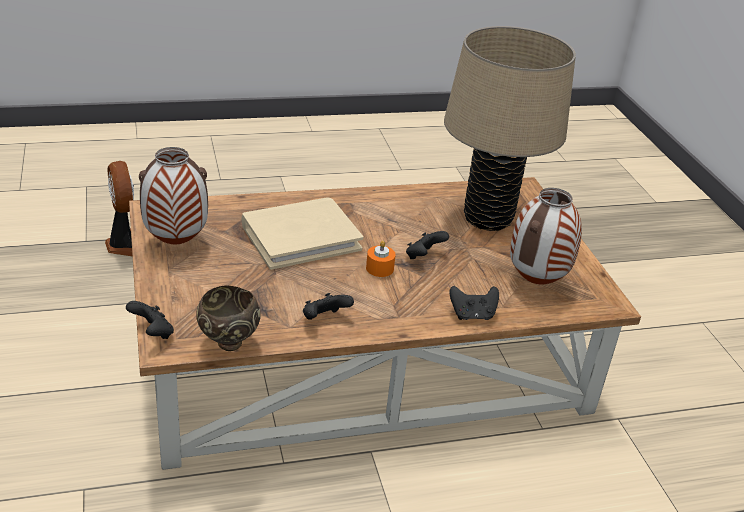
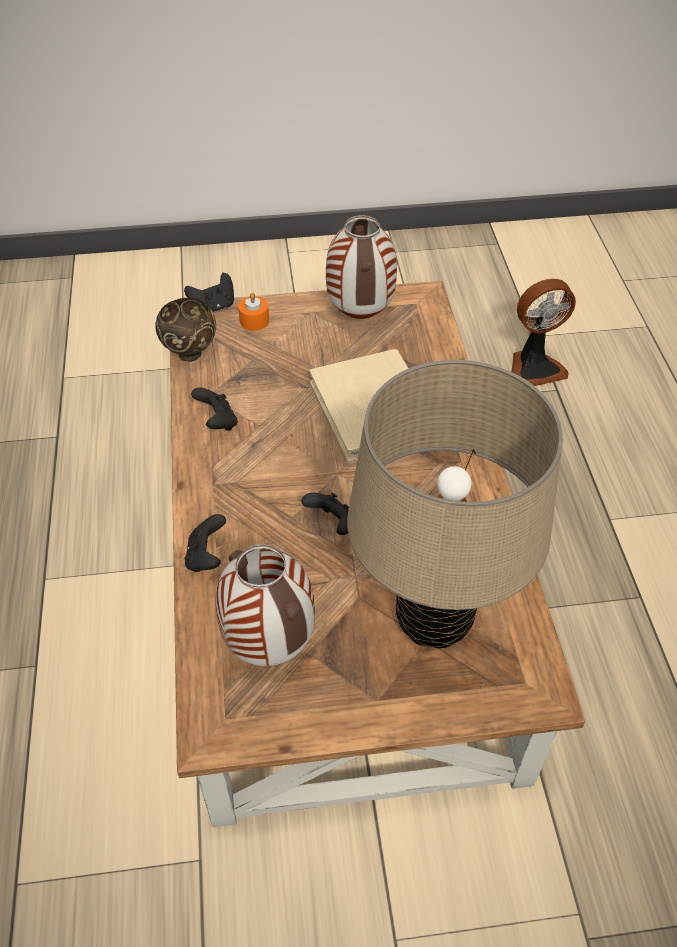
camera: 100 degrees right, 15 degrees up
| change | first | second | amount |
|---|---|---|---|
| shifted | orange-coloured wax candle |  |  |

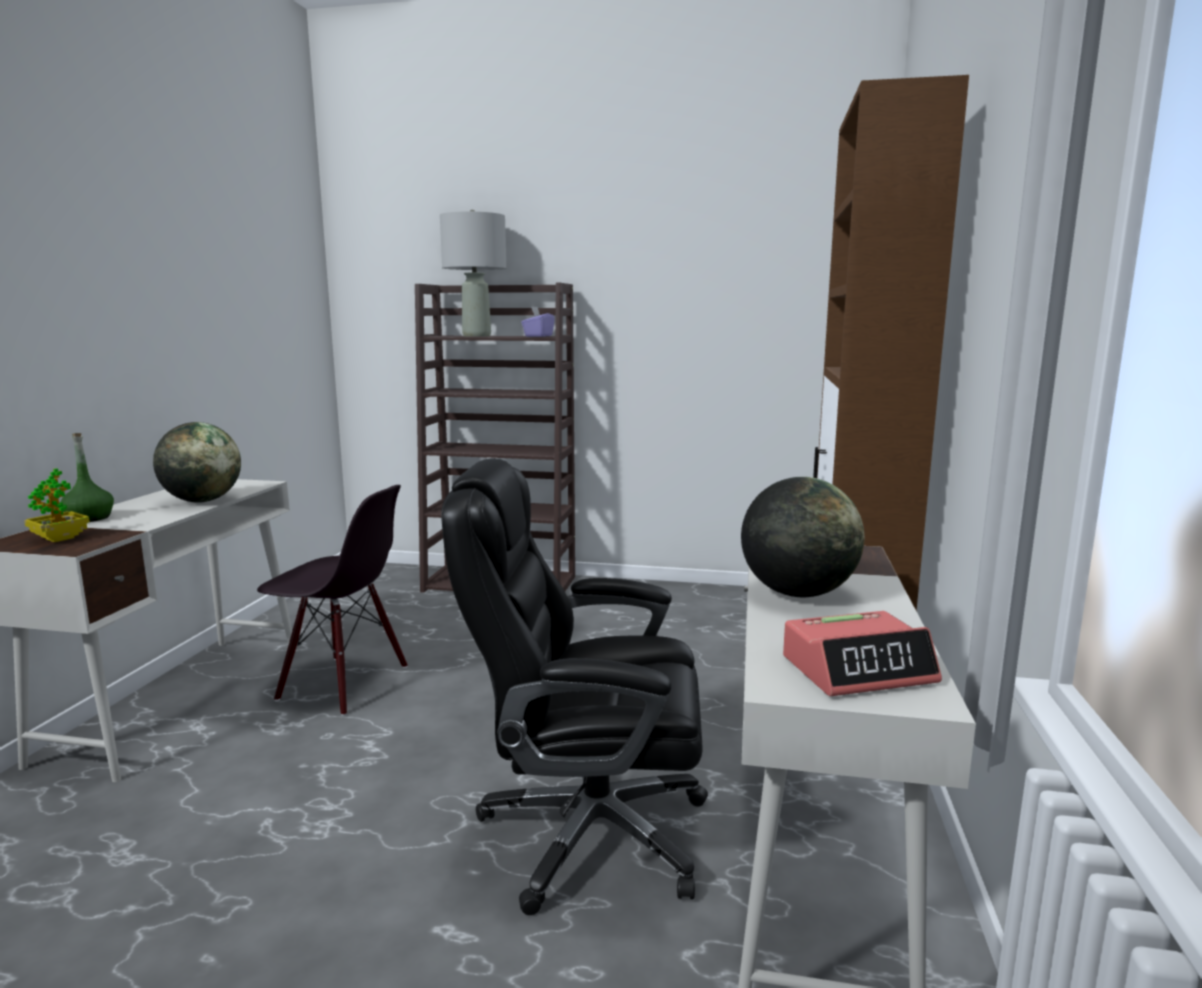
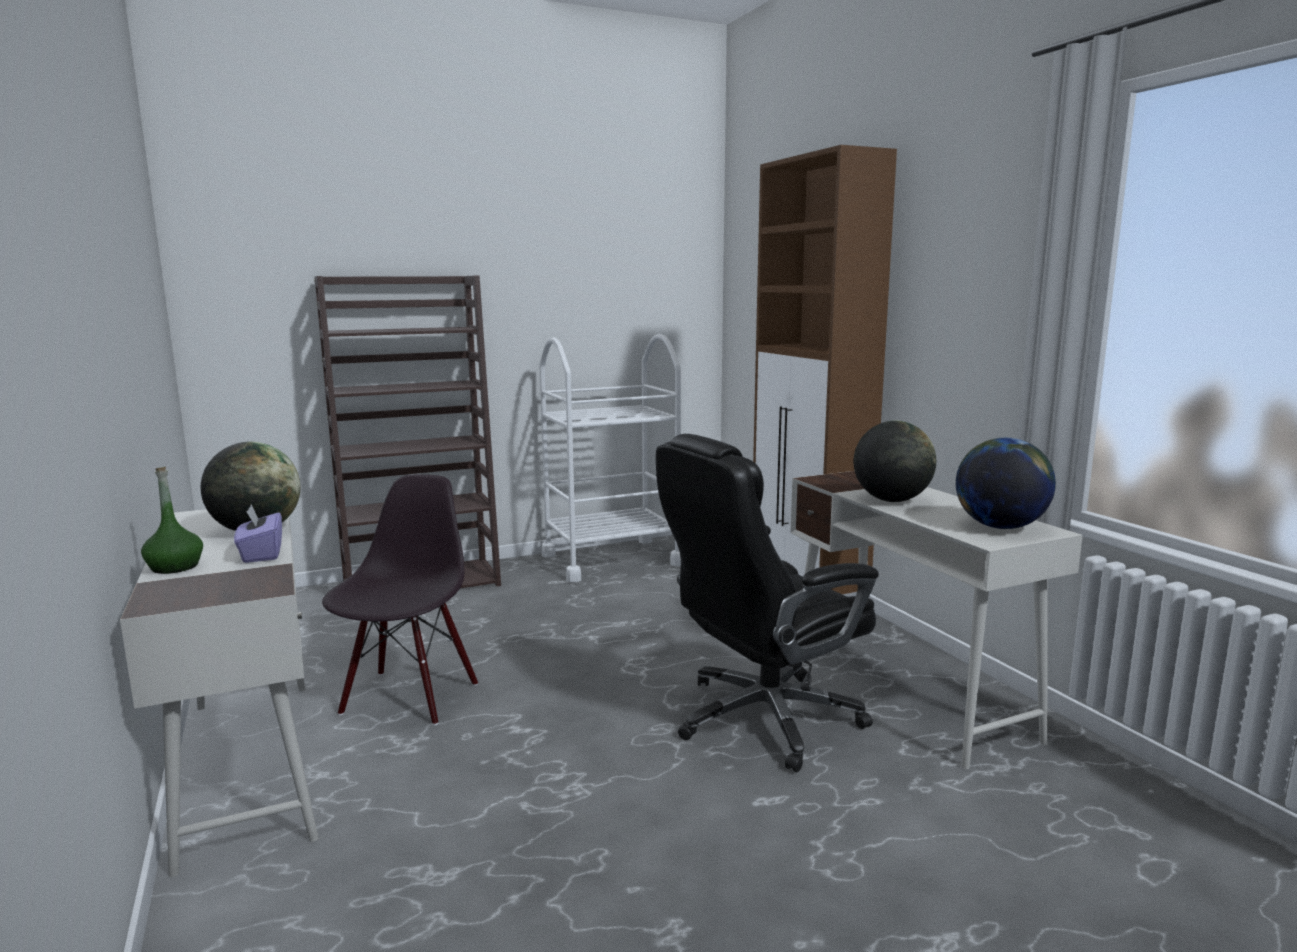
camera: 35 degrees left, 0 degrees up
| change | first | second | amount |
|---|---|---|---|
| gone | gray lamp for a table |  |  |
| shifted | purplish tissue box |  |  |
| gone | potted plant |  |  |
| rotated | black chair |  | 60 degrees counterclockwise |
| swapped | table clock | globe (no. 3 from left) |  |
| new |  | white trolley |  |

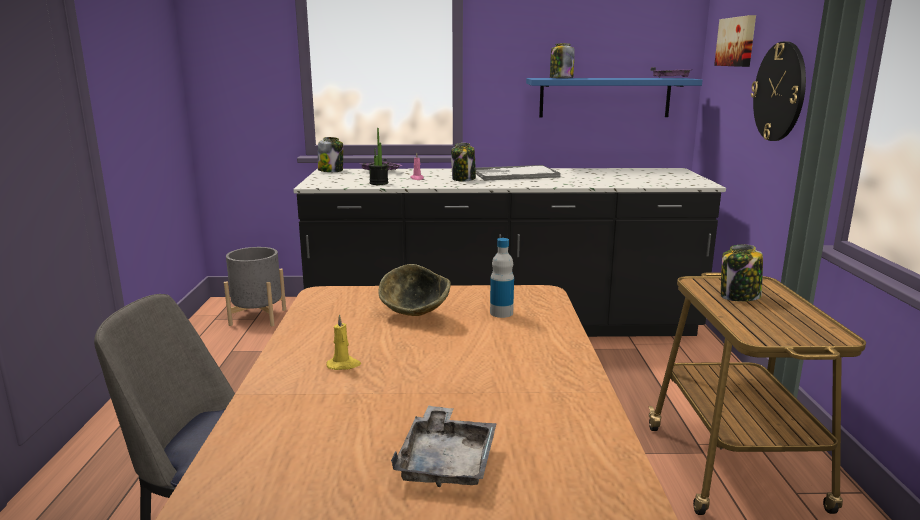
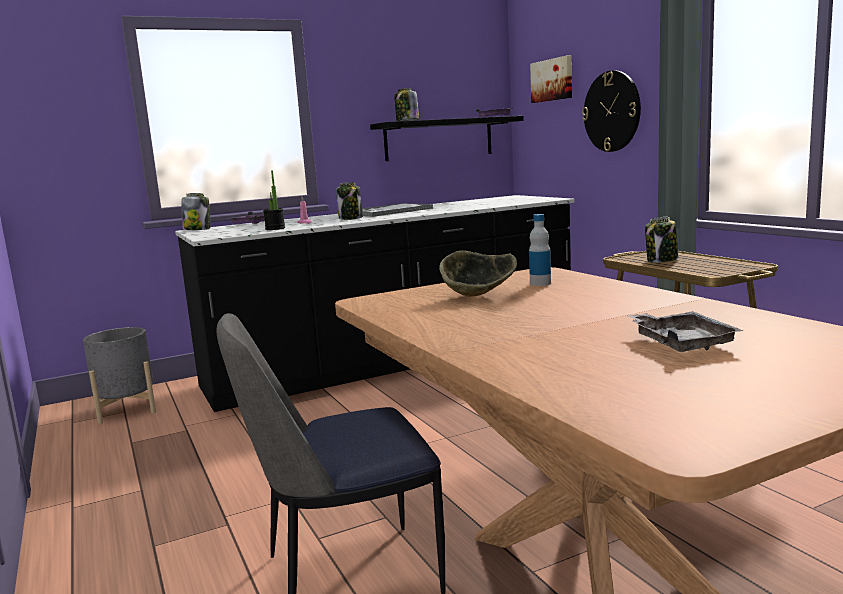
camera: 25 degrees left, 5 degrees down
| change | first | second | amount |
|---|---|---|---|
| repainted | bluish shelf | black shelf |  |
| gone | yellow-coloured wax candle |  |  |

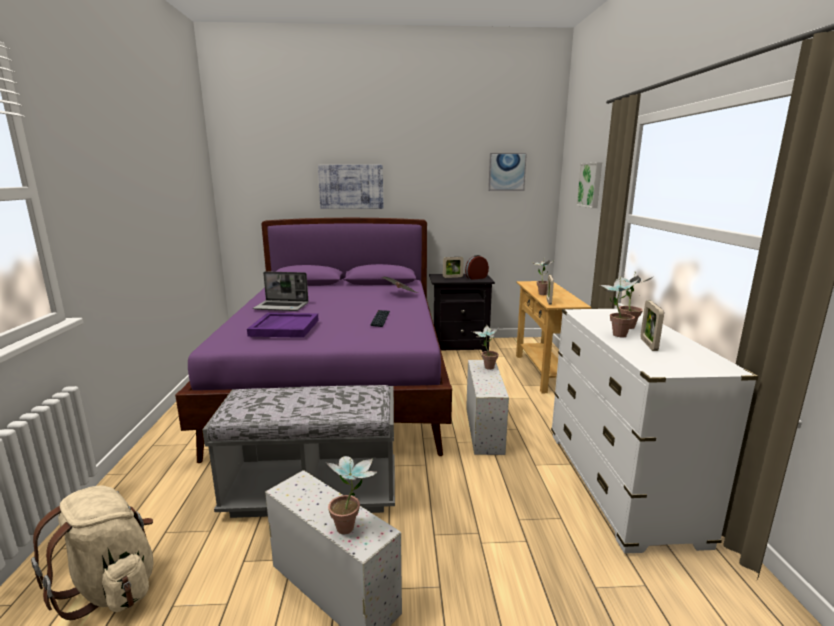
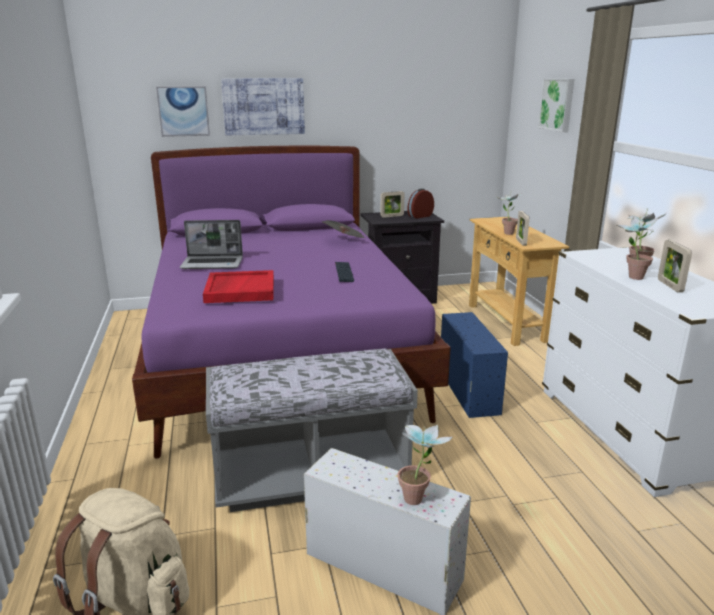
camera: 10 degrees left, 5 degrees up
| change | first | second | amount |
|---|---|---|---|
| shifted | wall picture (no. 2 from left in the first image) | wall picture (no. 1 from left) |  |
| repainted | purplish carrying tray | reddish carrying tray |  |
| gone | potted plant (no. 2 from left) |  |  |
| repainted | white storage box (no. 2 from left) | bluish storage box |  |

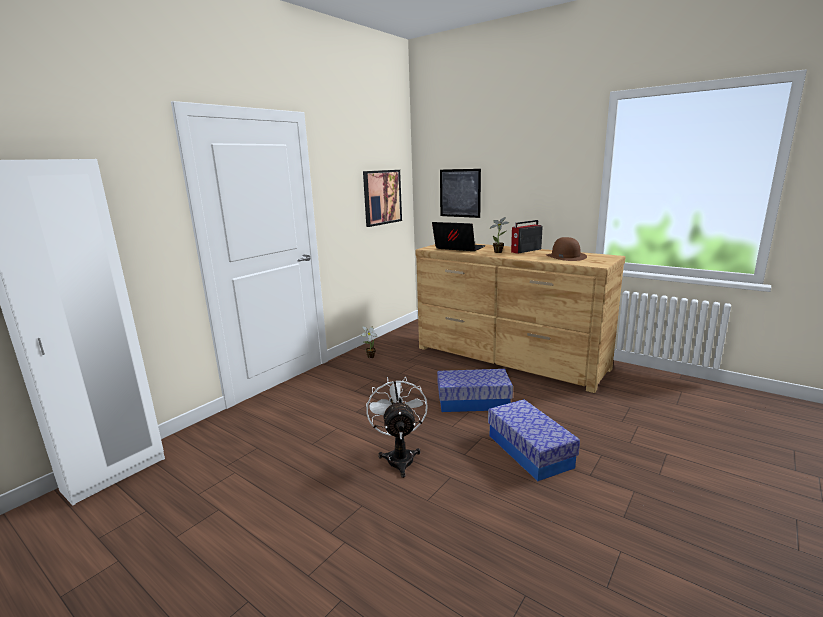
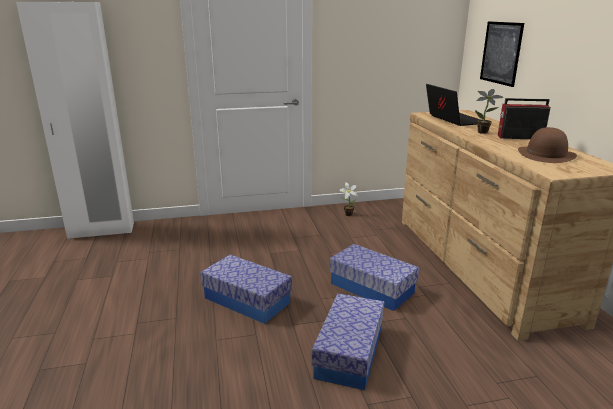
camera: 40 degrees right, 5 degrees up
| change | first | second | amount |
|---|---|---|---|
| gone | wall picture (no. 1 from left) |  |  |
| swapped | white electric fan | storage box (no. 1 from left) |  |

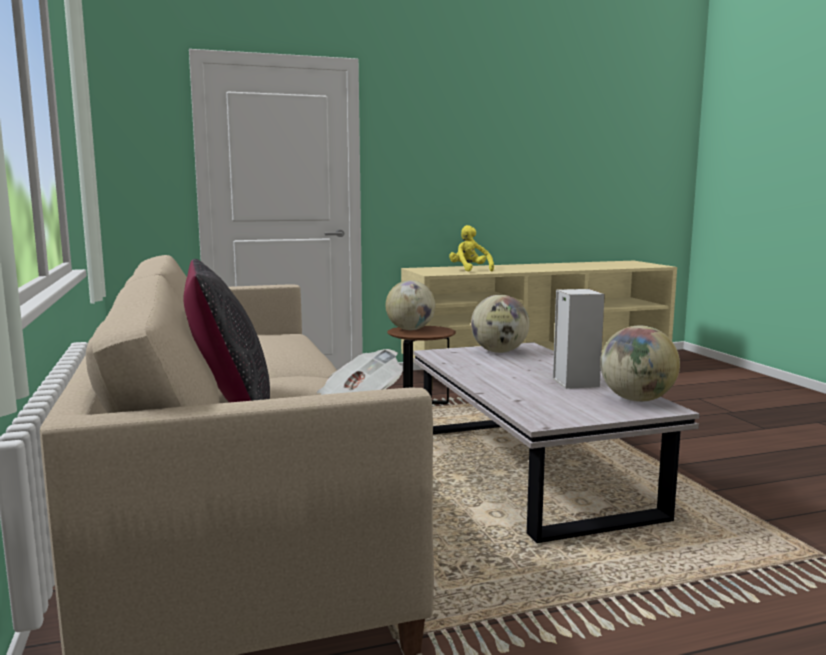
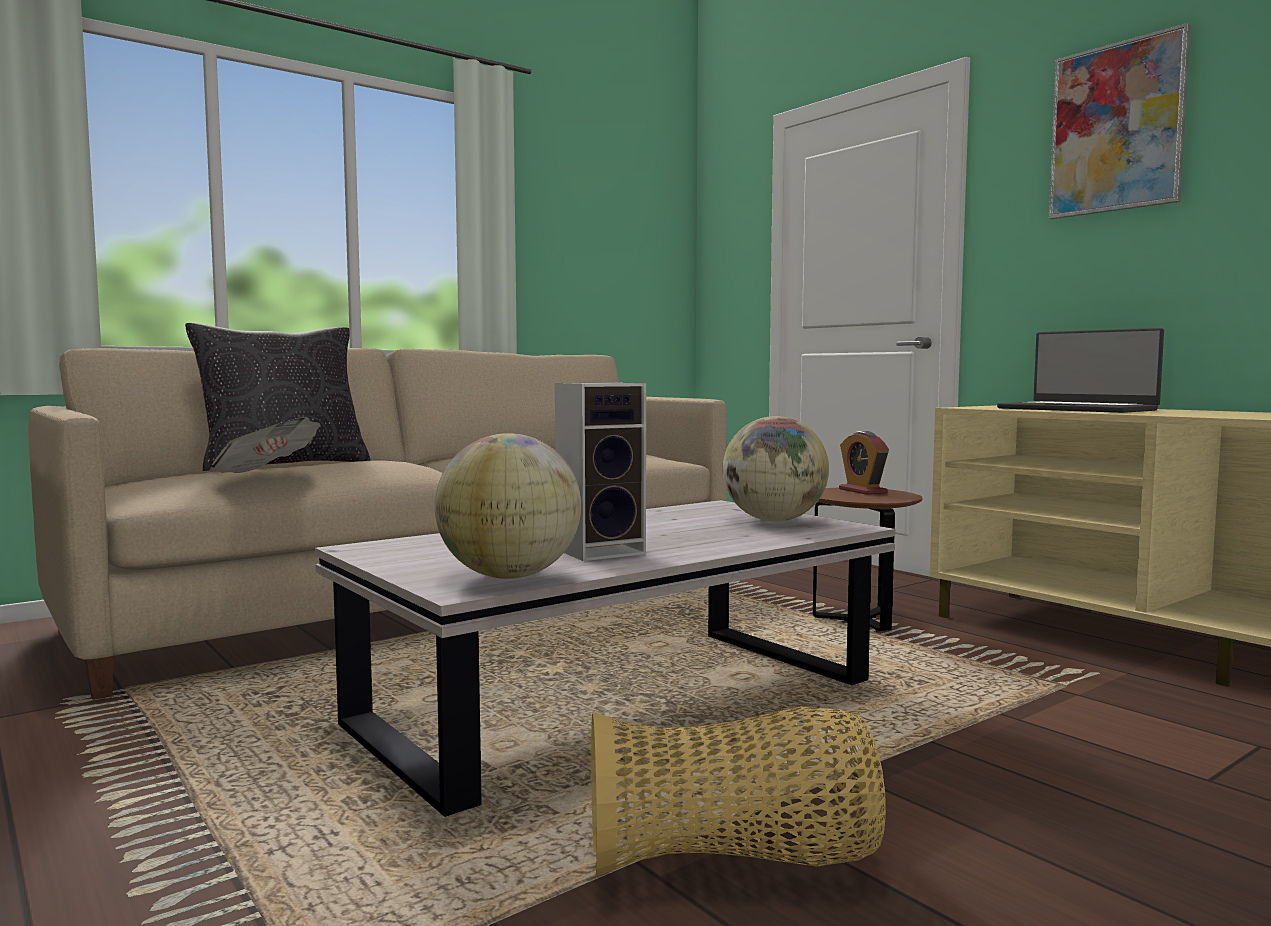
camera: 70 degrees right, 5 degrees down
| change | first | second | amount |
|---|---|---|---|
| swapped | yellow-coloured soft toy | laptop |  |
| swapped | globe (no. 1 from left) | table clock |  |
| new |  | wall picture |  |
| new |  | basket |  |

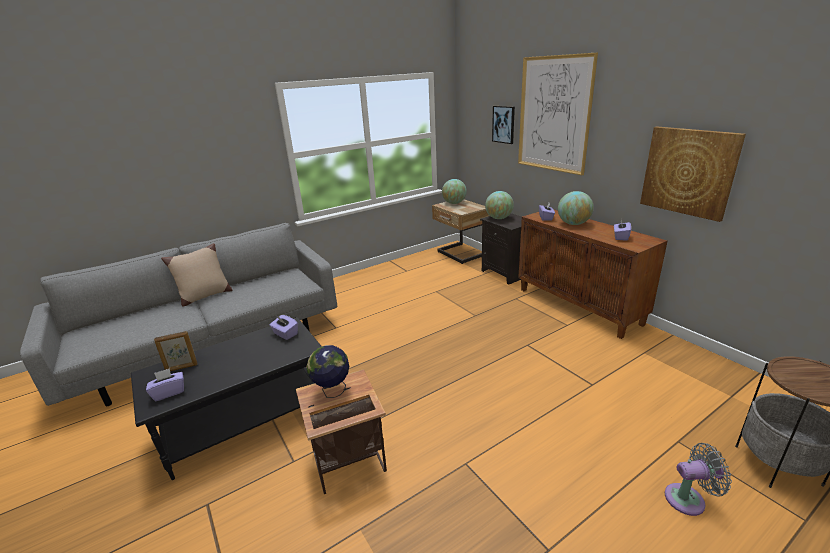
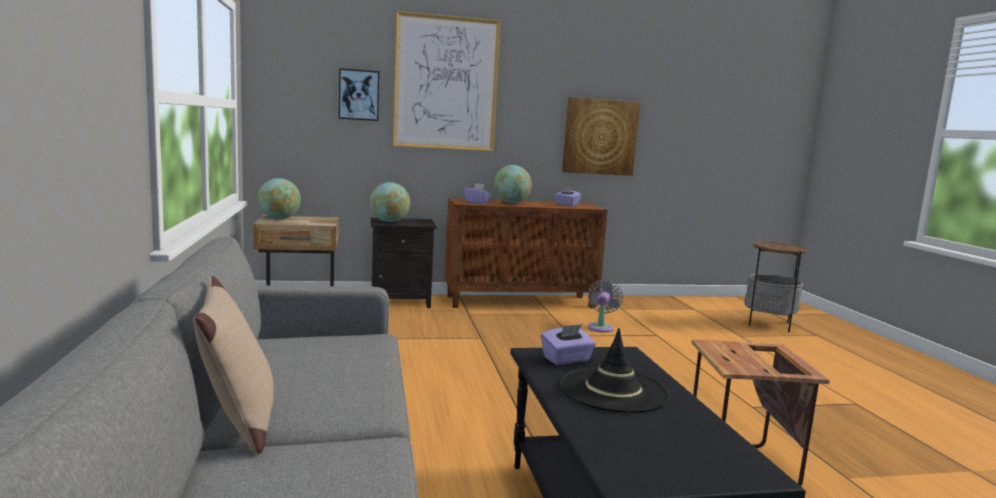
camera: 70 degrees left, 15 degrees down
| change | first | second | amount |
|---|---|---|---|
| gone | picture frame |  |  |
| gone | globe (no. 1 from left) |  |  |
| gone | purplish tissue box (no. 1 from left) |  |  |
| shifted | gray electric fan |  |  |
| new |  | black hat |  |

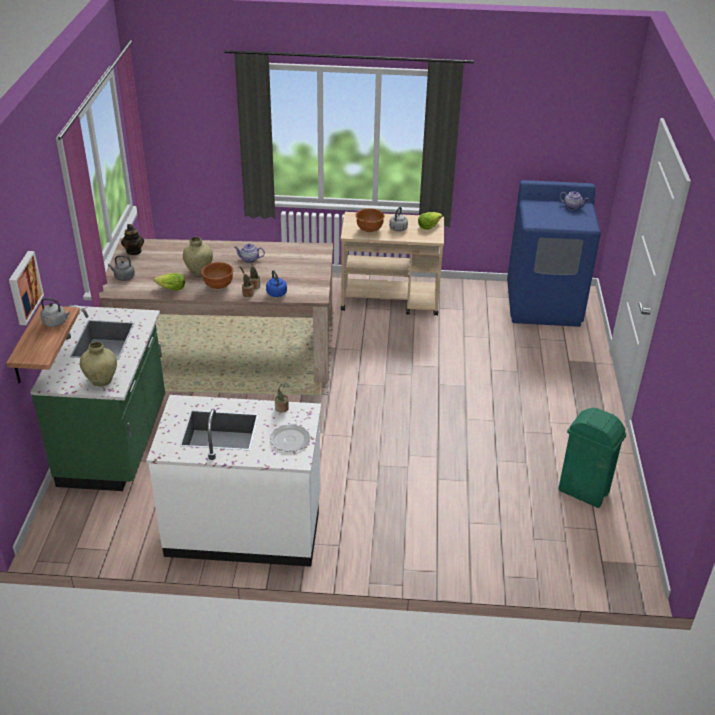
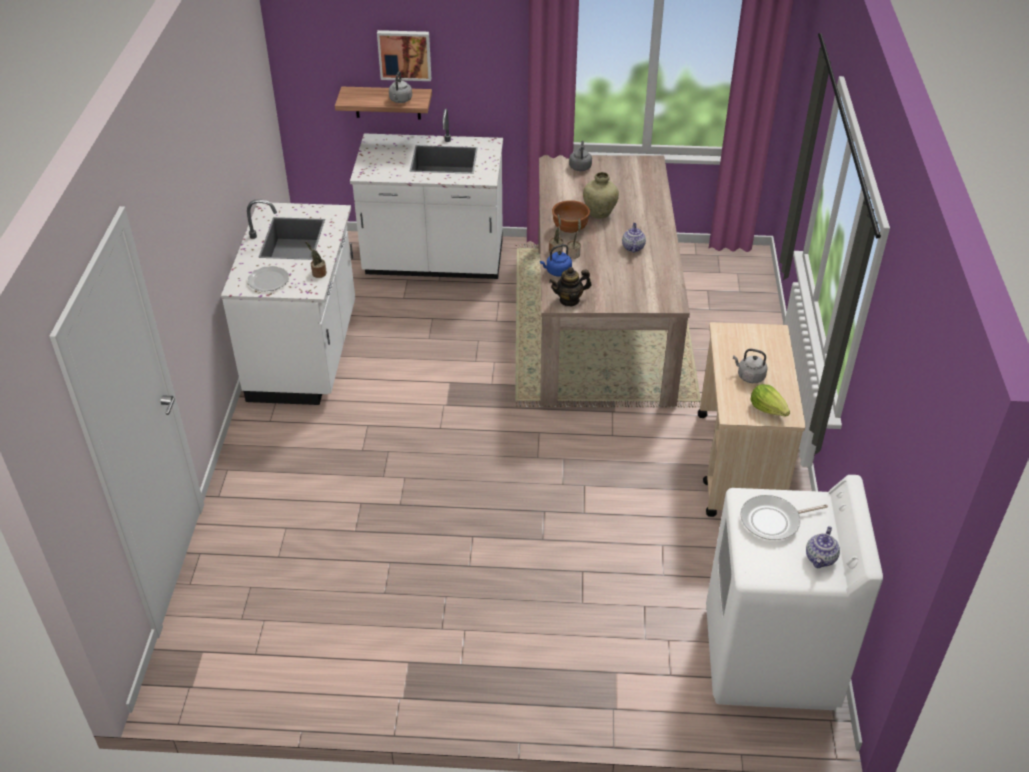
camera: 90 degrees right, 5 degrees up
| change | first | second | amount |
|---|---|---|---|
| repainted | bluish laundry appliance | white laundry appliance |  |
| gone | brown-coloured serving bowl (no. 2 from left) |  |  |
| shifted | tea pot (no. 1 from left) |  |  |
| gone | lettuce head (no. 1 from left) |  |  |
| repainted | green kitchen base unit | white kitchen base unit (no. 2 from left) |  |
| gone | beige vase (no. 1 from left) |  |  |
| gone | green trash can |  |  |
| new |  | skillet |  |

